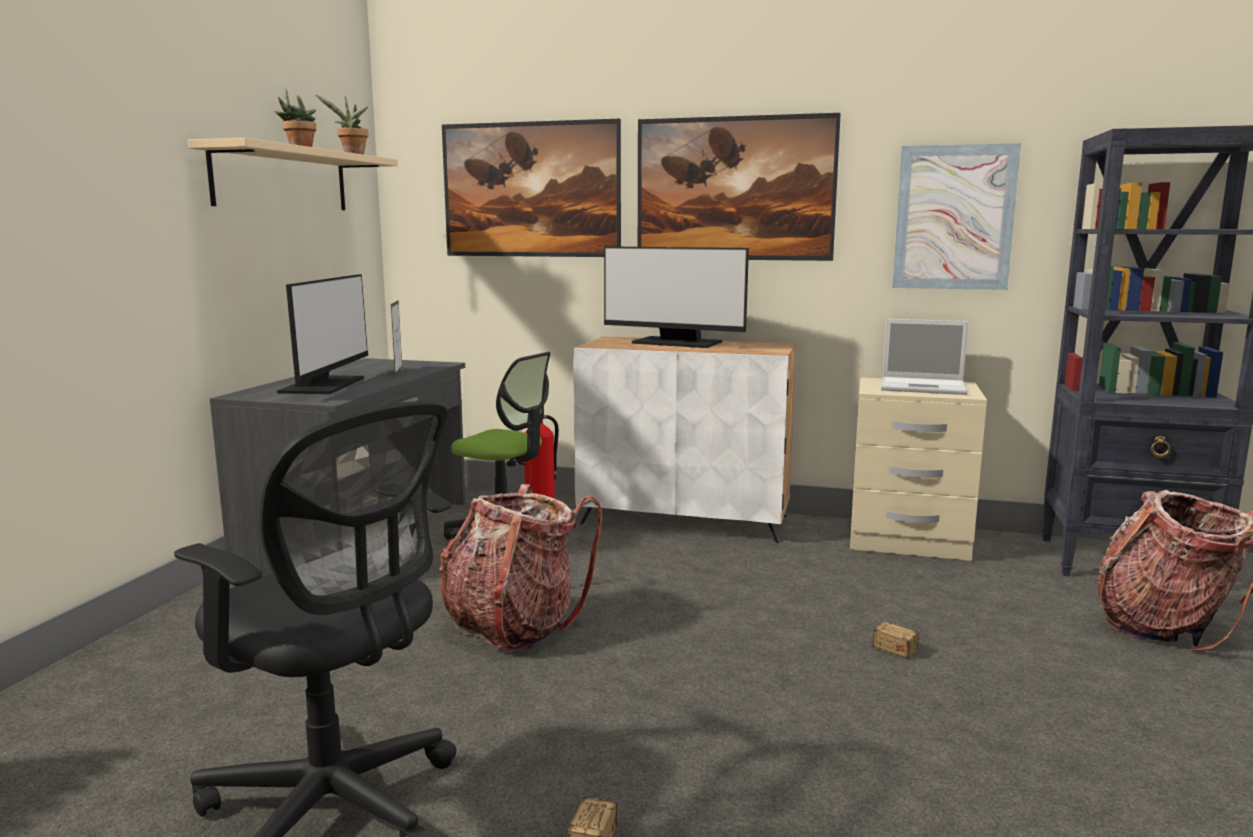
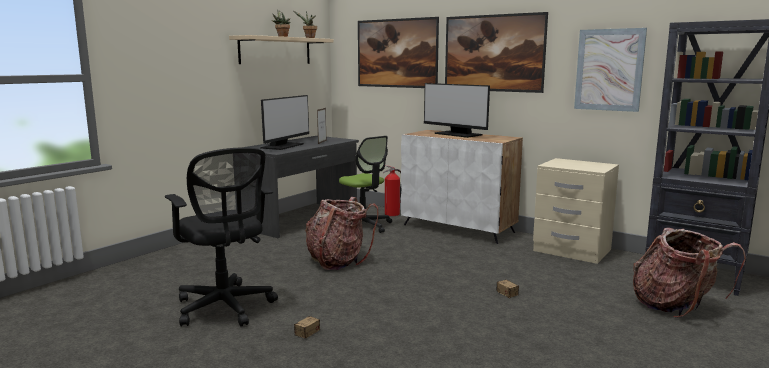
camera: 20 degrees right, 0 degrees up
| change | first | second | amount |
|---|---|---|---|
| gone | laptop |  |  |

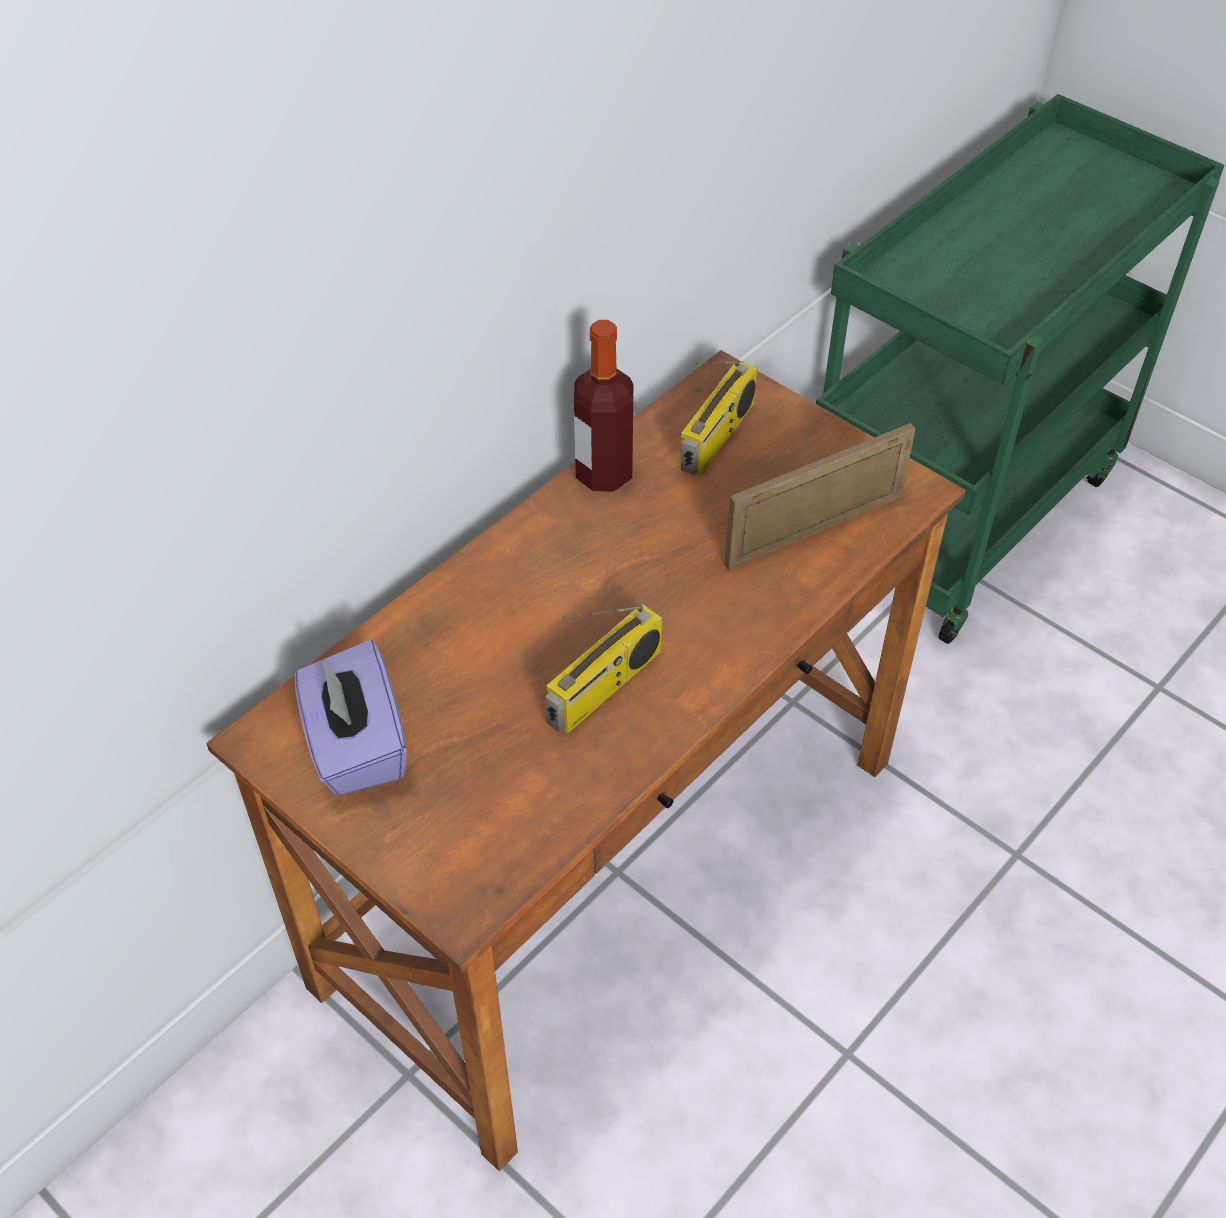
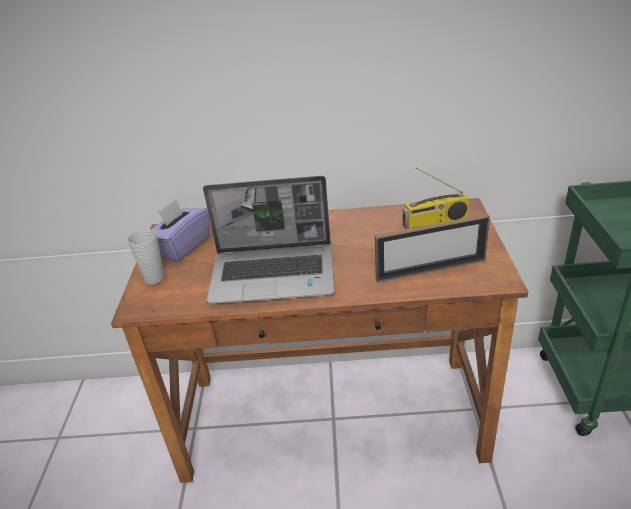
camera: 50 degrees right, 15 degrees down
| change | first | second | amount |
|---|---|---|---|
| gone | beverage bottle |  |  |
| rotated | picture frame |  | 150 degrees clockwise |
| swapped | radio (no. 1 from left) | laptop |  |
| new |  | cup |  |

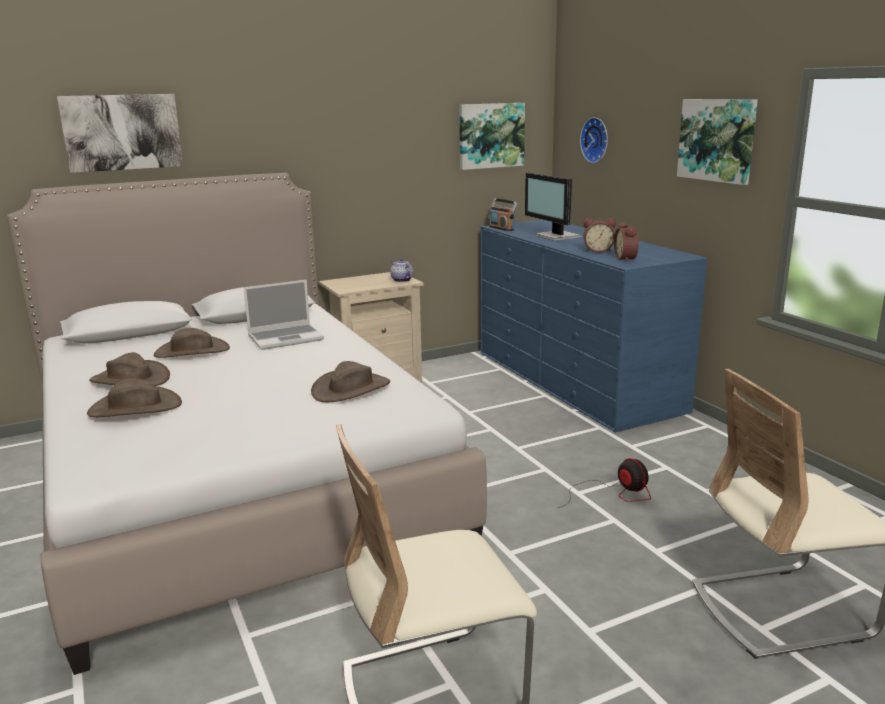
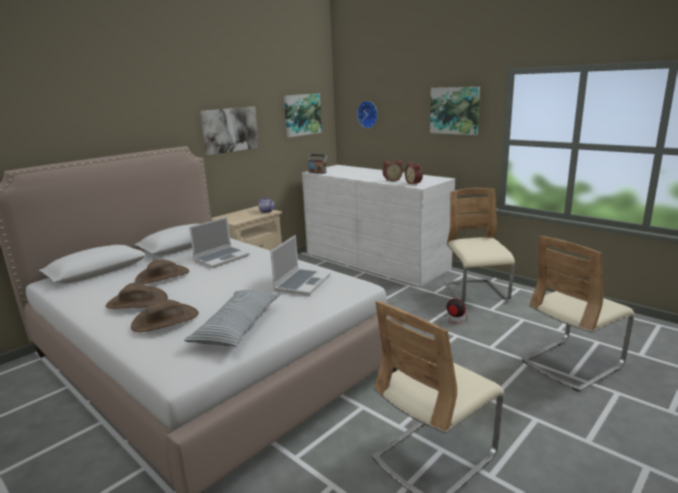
camera: 20 degrees left, 0 degrees up
| change | first | second | amount |
|---|---|---|---|
| shifted | wall picture (no. 1 from left) |  |  |
| gone | computer display |  |  |
| repainted | bluish dresser | white dresser |  |
| swapped | brown-coloured hat (no. 4 from left) | laptop (no. 2 from left) |  |
| new |  | beige chair (no. 2 from left) |  |
| new |  | throw pillow |  |

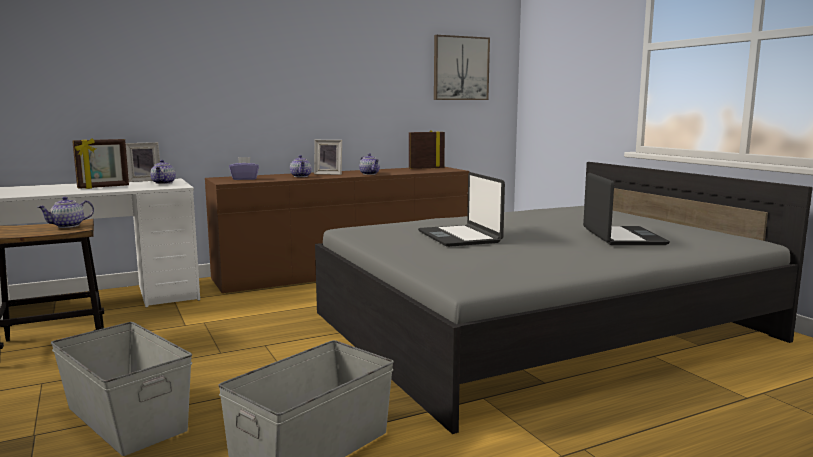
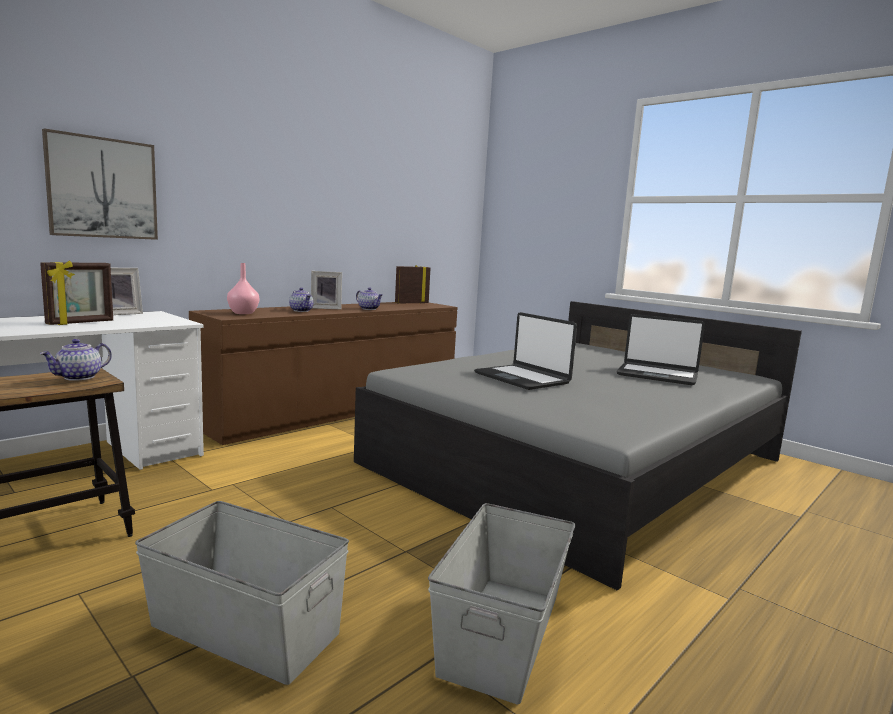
camera: 20 degrees left, 0 degrees up
| change | first | second | amount |
|---|---|---|---|
| shifted | wall picture |  |  |
| swapped | purplish tissue box | pinkish vase |  |
| gone | tea pot (no. 2 from left) |  |  |
| rotated | laptop (no. 2 from left) |  | 135 degrees clockwise |

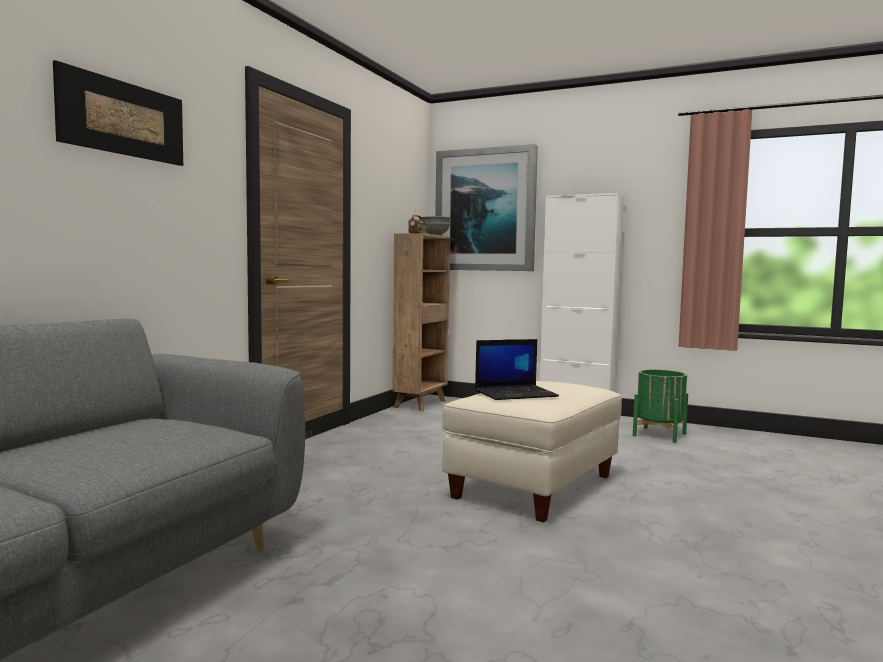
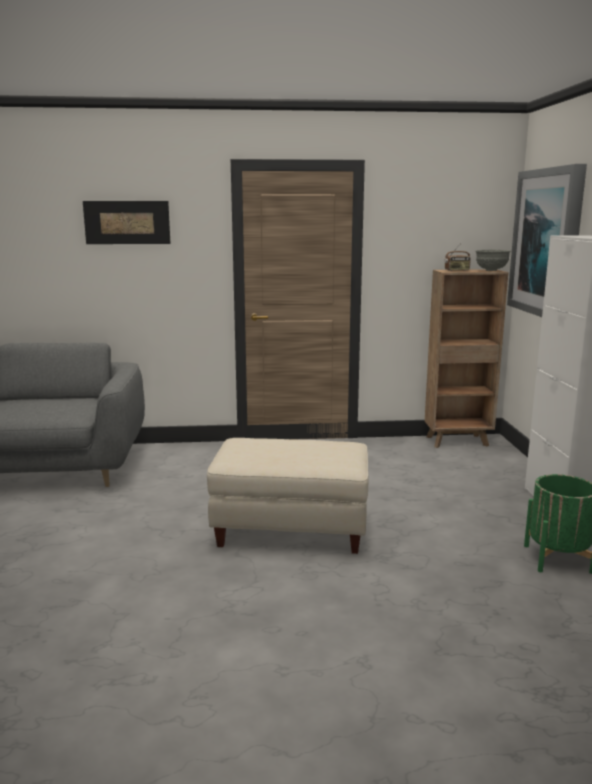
camera: 60 degrees right, 10 degrees up
| change | first | second | amount |
|---|---|---|---|
| gone | laptop |  |  |

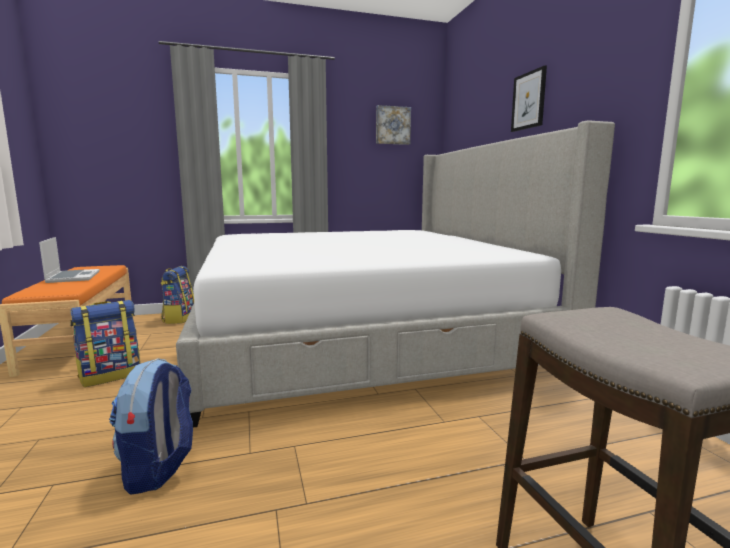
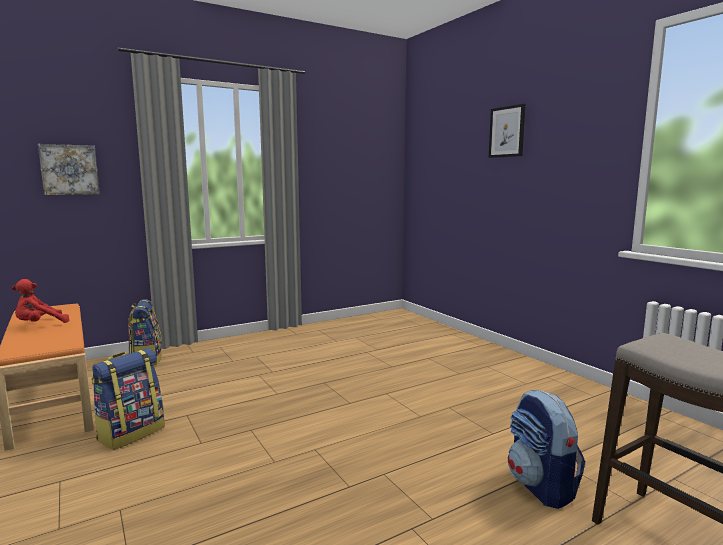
camera: 15 degrees left, 0 degrees up
| change | first | second | amount |
|---|---|---|---|
| shifted | wall picture (no. 1 from left) |  |  |
| gone | bedroom bed |  |  |
| swapped | laptop | reddish soft toy |  |
| shifted | rucksack (no. 2 from left in the first image) | rucksack (no. 3 from left) |  |

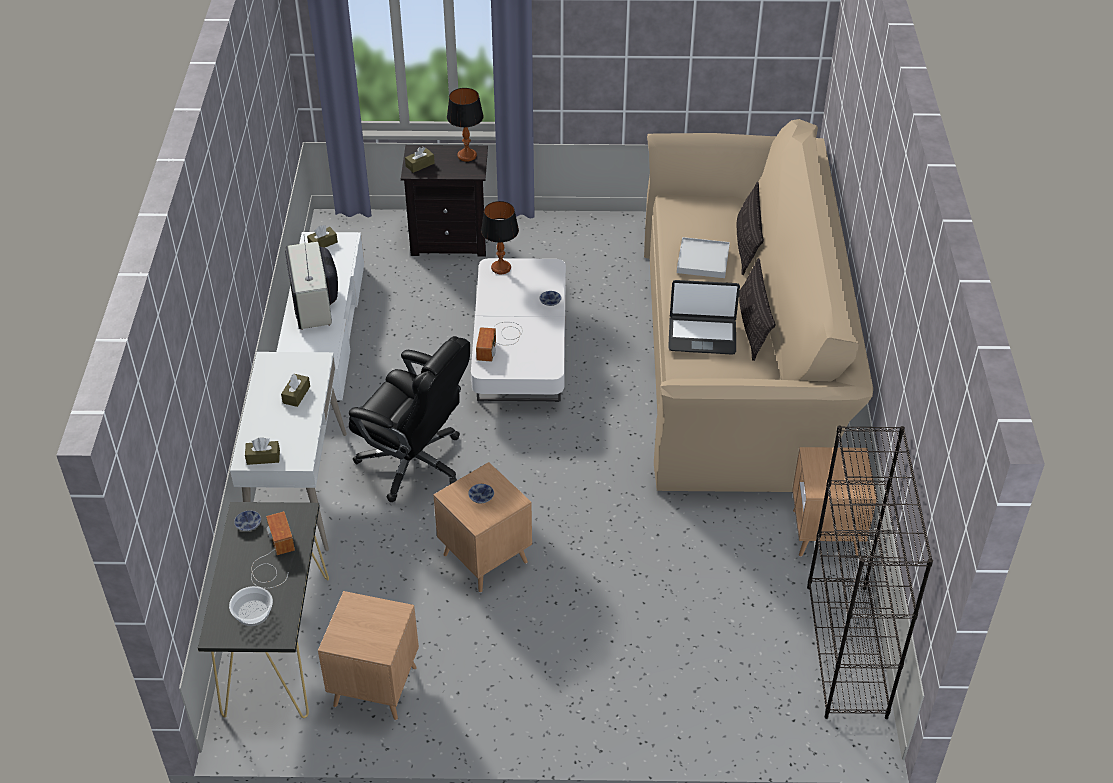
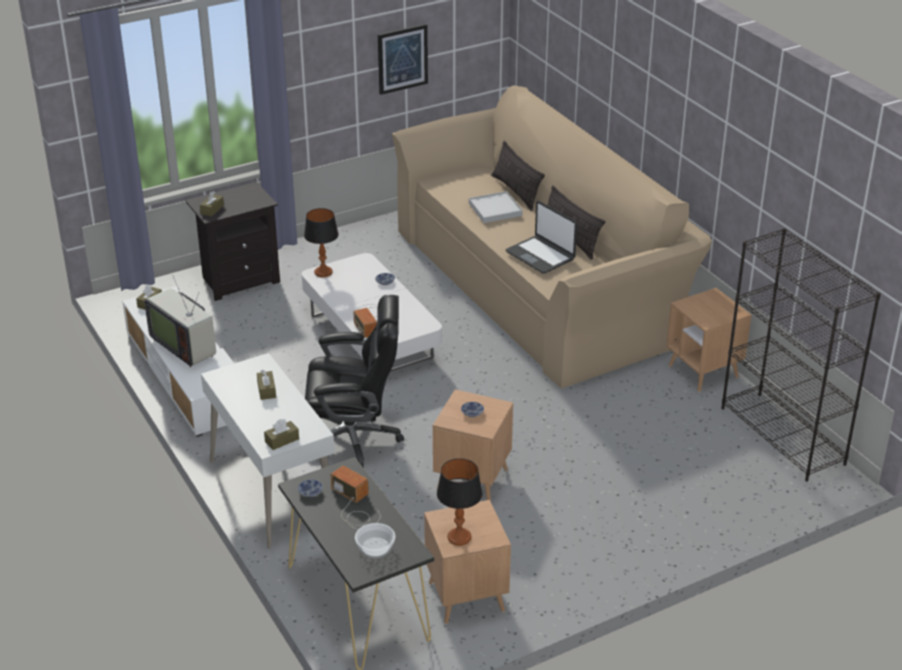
camera: 30 degrees left, 10 degrees down
| change | first | second | amount |
|---|---|---|---|
| shifted | lamp for a table (no. 1 from left in the first image) | lamp for a table (no. 2 from left) |  |
| rotated | laptop |  | 75 degrees clockwise |
| new |  | wall picture |  |

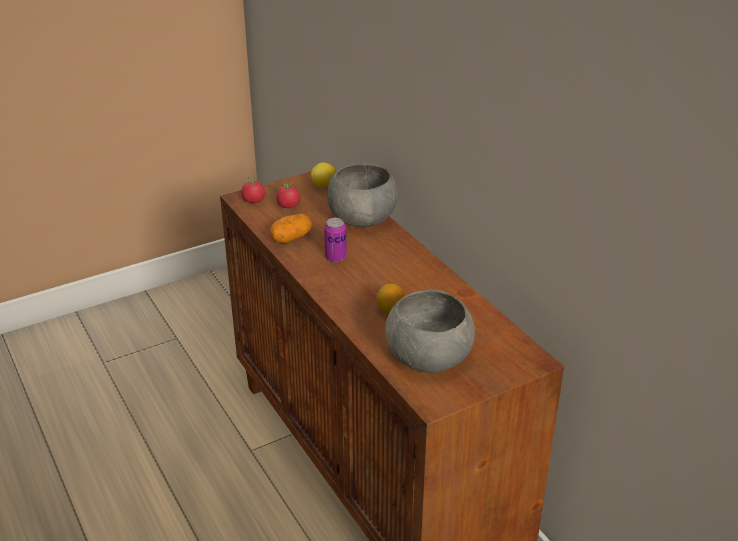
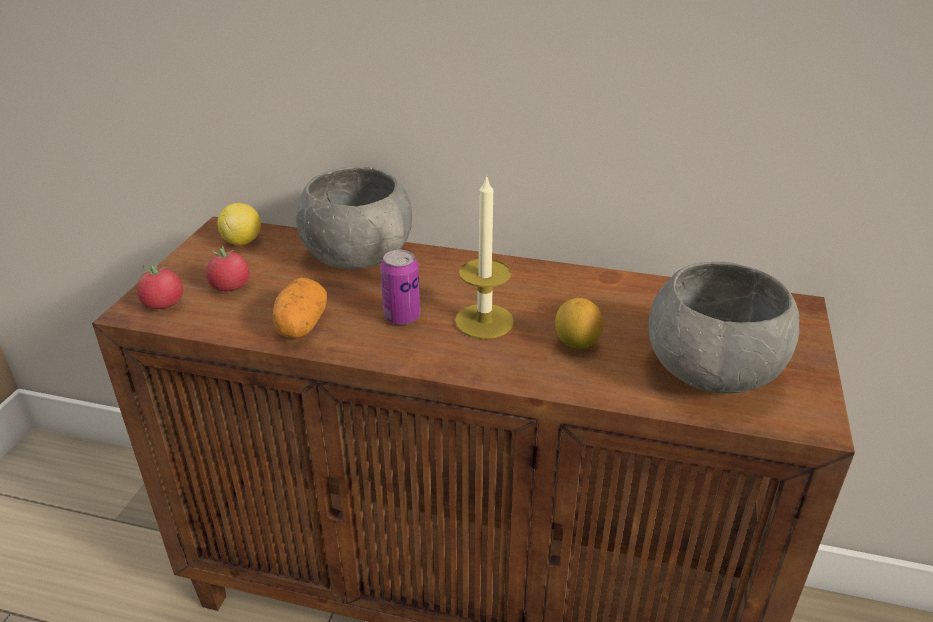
camera: 45 degrees left, 0 degrees up
| change | first | second | amount |
|---|---|---|---|
| new |  | wax candle |  |

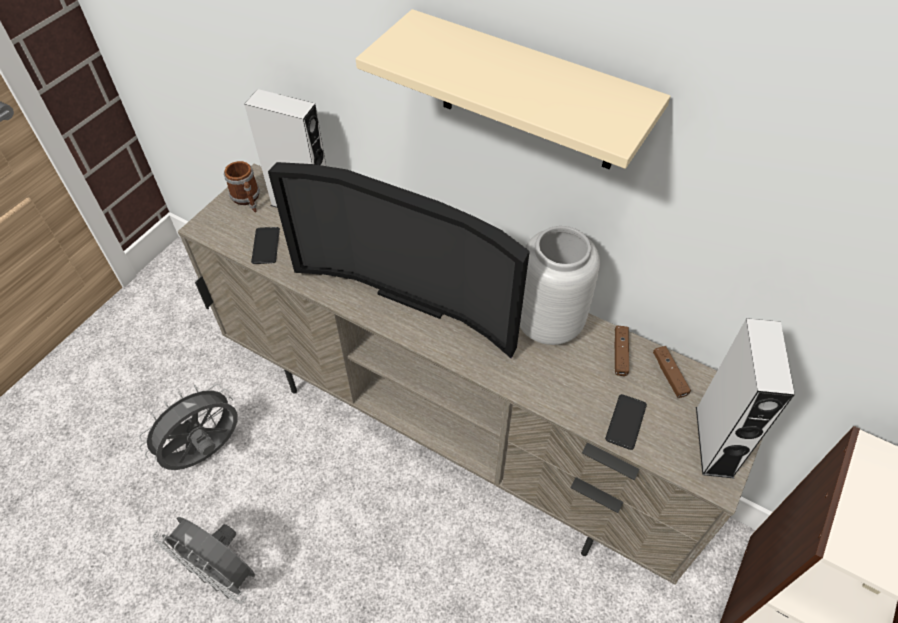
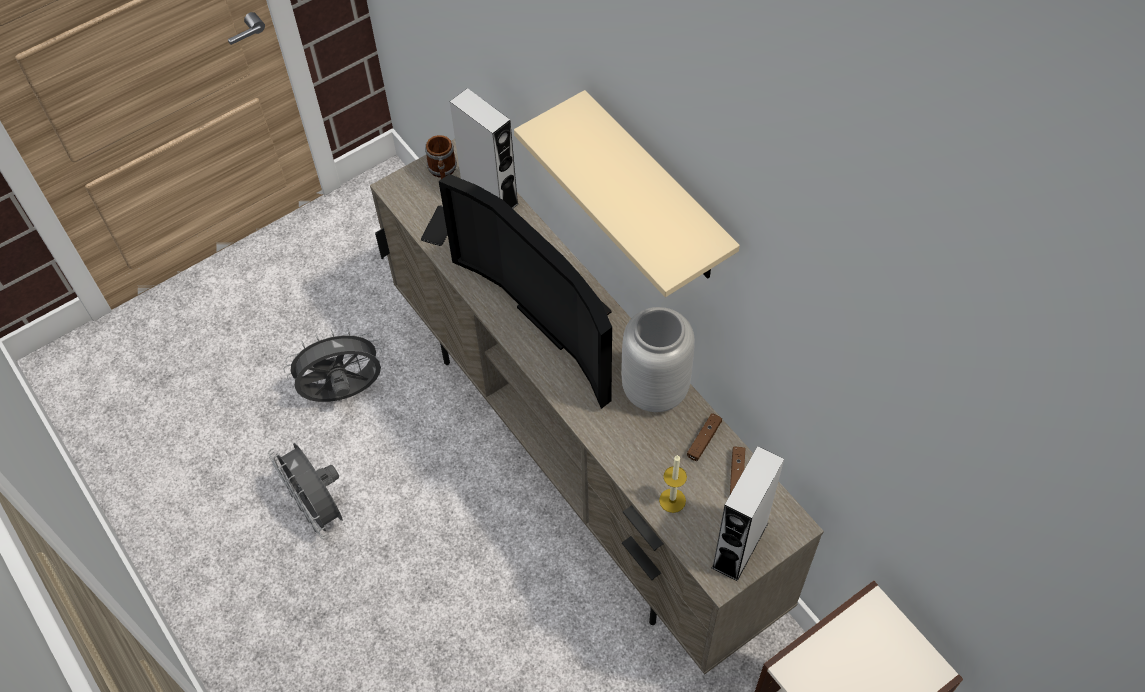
camera: 25 degrees right, 5 degrees up
| change | first | second | amount |
|---|---|---|---|
| swapped | phone (no. 2 from left) | wax candle |  |

